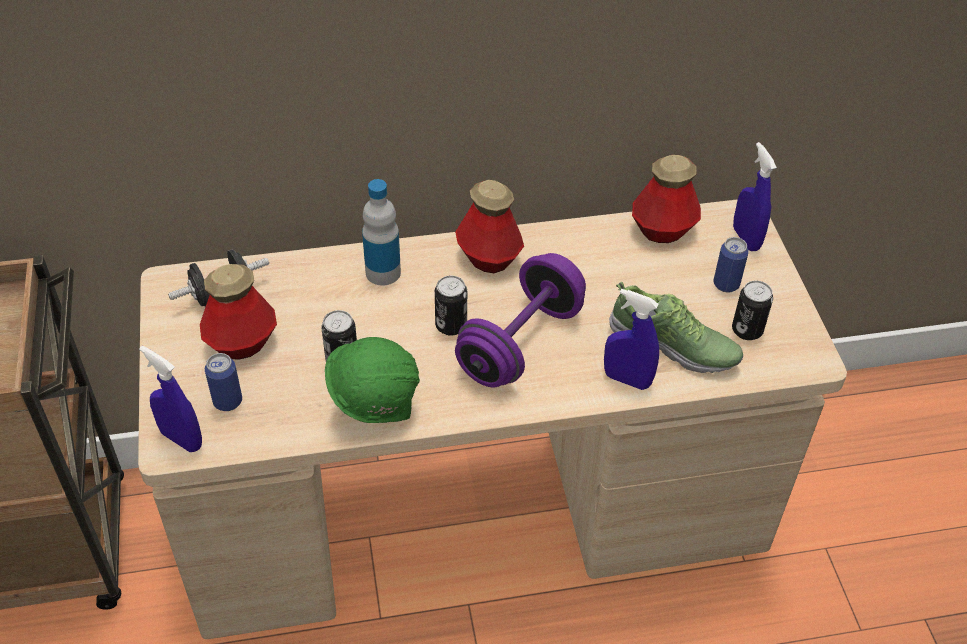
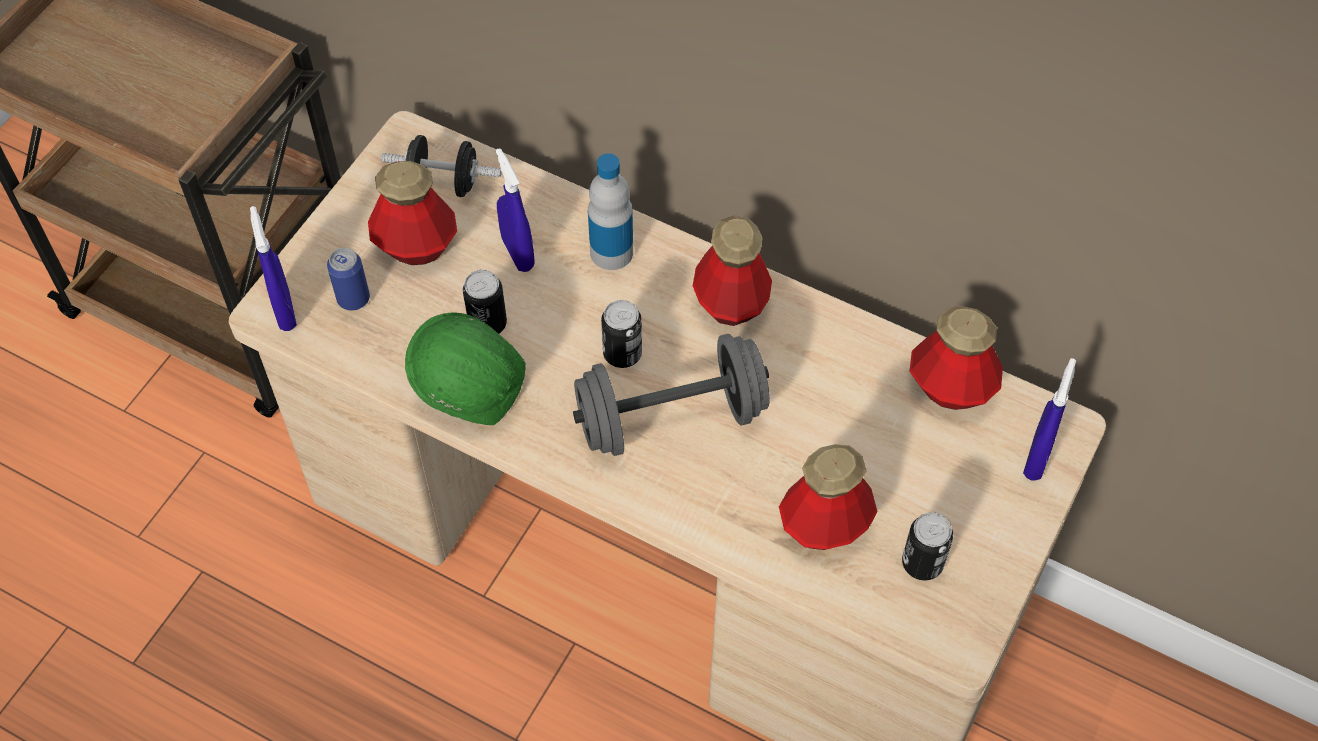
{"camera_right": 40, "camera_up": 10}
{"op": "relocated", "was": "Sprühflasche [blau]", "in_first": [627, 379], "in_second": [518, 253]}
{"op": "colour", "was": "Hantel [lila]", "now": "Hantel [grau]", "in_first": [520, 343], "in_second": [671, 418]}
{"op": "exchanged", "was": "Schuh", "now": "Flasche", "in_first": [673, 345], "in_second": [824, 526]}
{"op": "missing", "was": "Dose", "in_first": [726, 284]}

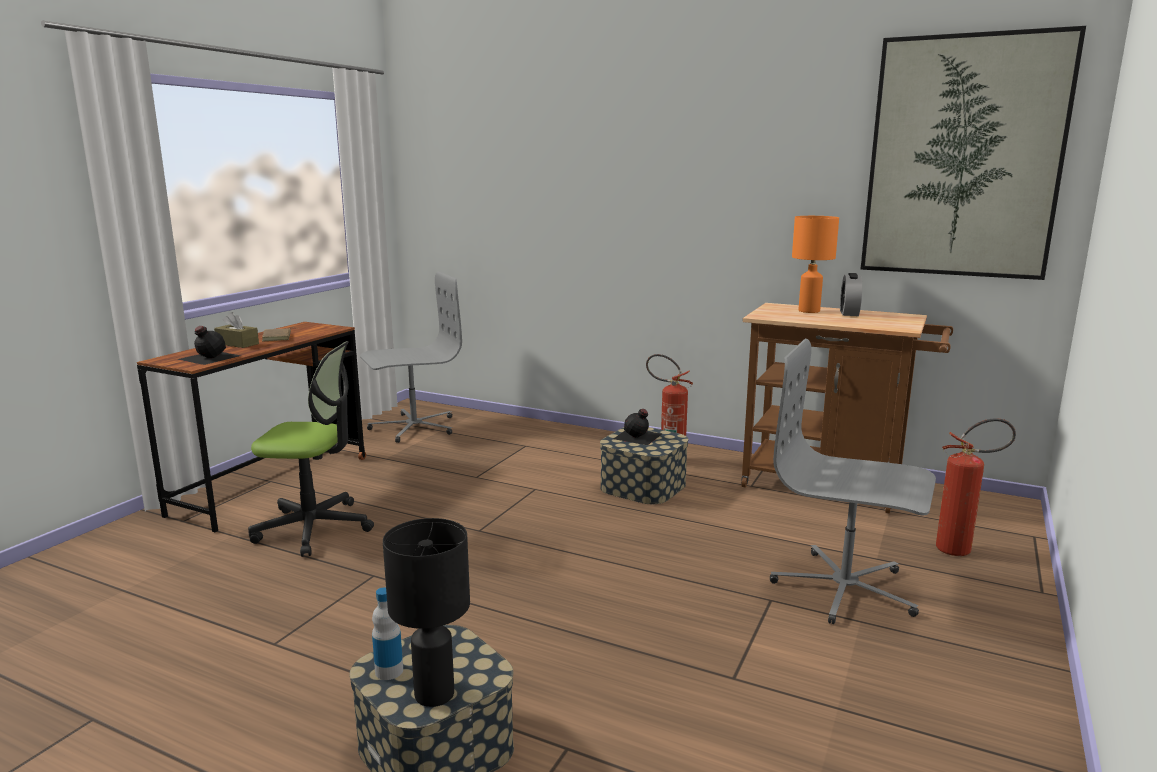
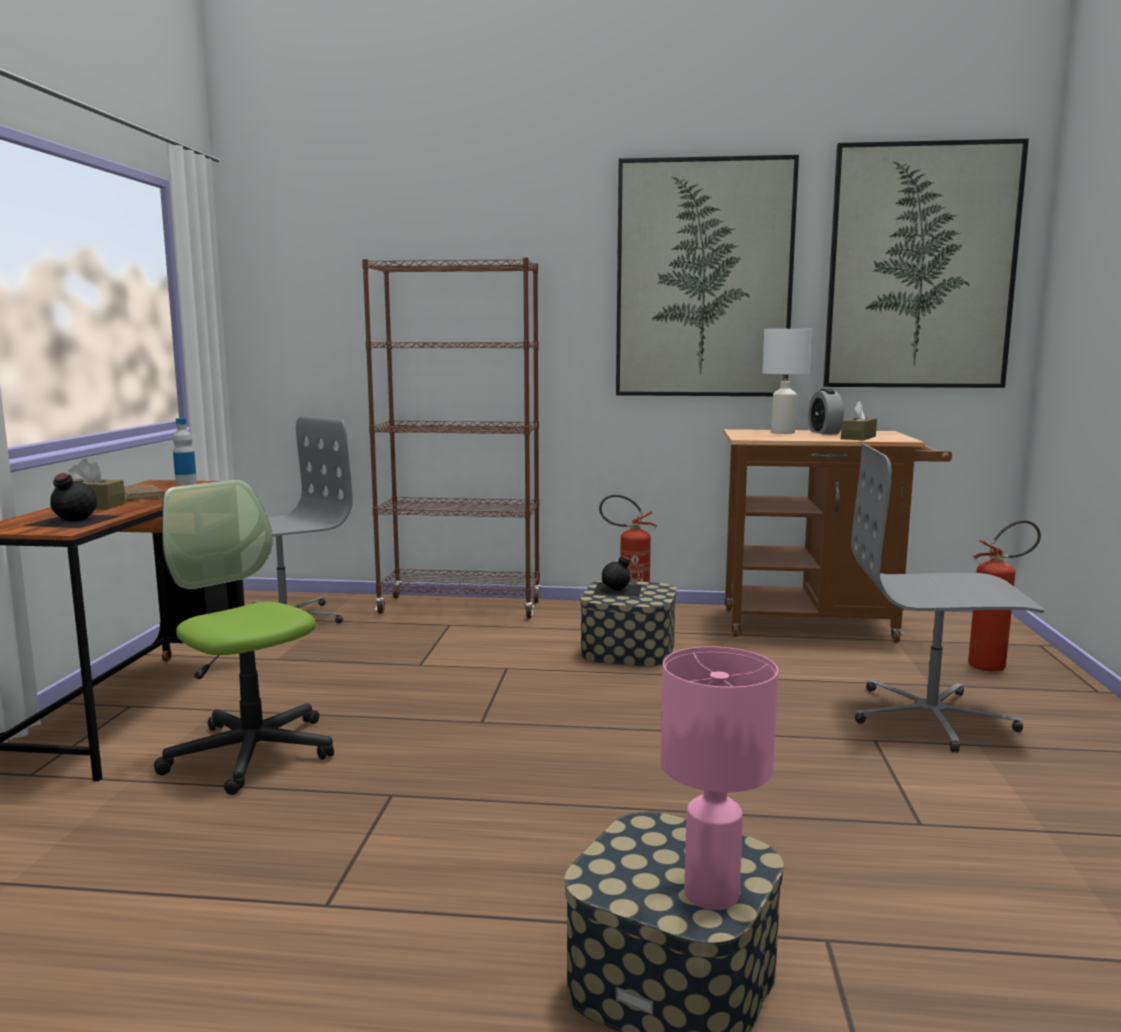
{"camera_right": -20, "camera_up": -5}
{"op": "spun", "was": "Bürostuhl", "in_first": [314, 528], "in_second": [251, 752], "clockwise": -120}
{"op": "relocated", "was": "Flasche", "in_first": [389, 671], "in_second": [186, 483]}
{"op": "appeared", "now": "Bücherregal [braun]", "in_second": [461, 607]}
{"op": "appeared", "now": "Bild", "in_second": [703, 279]}
{"op": "colour", "was": "Tischlampe [schwarz]", "now": "Tischlampe [rosa]", "in_first": [433, 694], "in_second": [711, 894]}
{"op": "colour", "was": "Tischlampe [orange]", "now": "Tischlampe [weiß]", "in_first": [808, 311], "in_second": [782, 432]}
{"op": "appeared", "now": "Taschentuchbox [braun]", "in_second": [858, 437]}

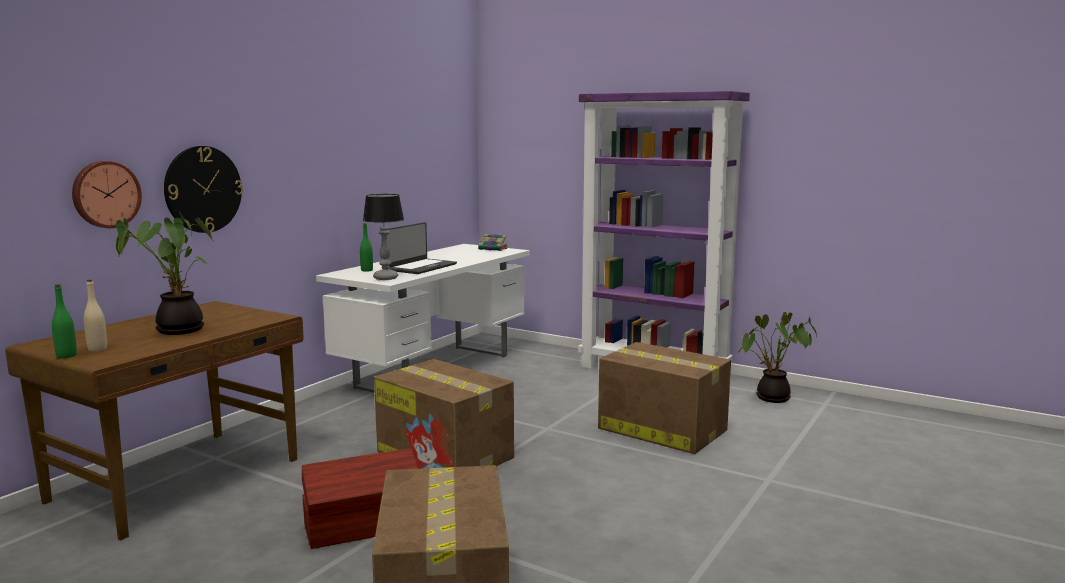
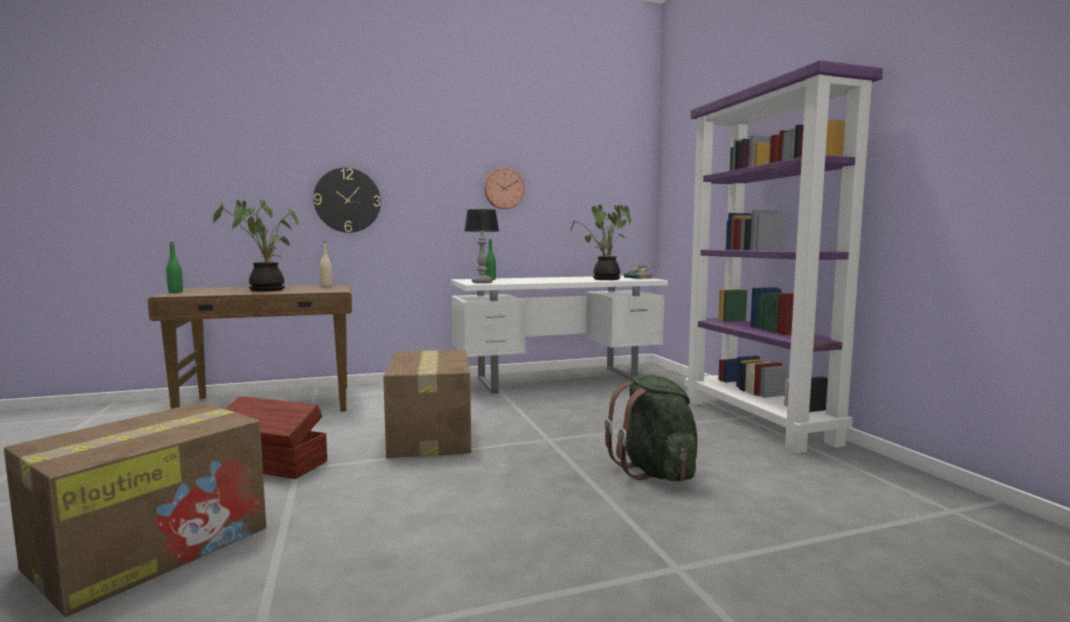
{"camera_right": 40, "camera_up": -5}
{"op": "relocated", "was": "Flasche [beige]", "in_first": [97, 349], "in_second": [326, 286]}
{"op": "relocated", "was": "Wanduhr", "in_first": [105, 194], "in_second": [503, 188]}
{"op": "relocated", "was": "Topfpflanze", "in_first": [771, 399], "in_second": [604, 279]}
{"op": "exchanged", "was": "Karton", "now": "Rucksack [grün]", "in_first": [660, 429], "in_second": [655, 471]}
{"op": "missing", "was": "Laptop", "in_first": [421, 267]}

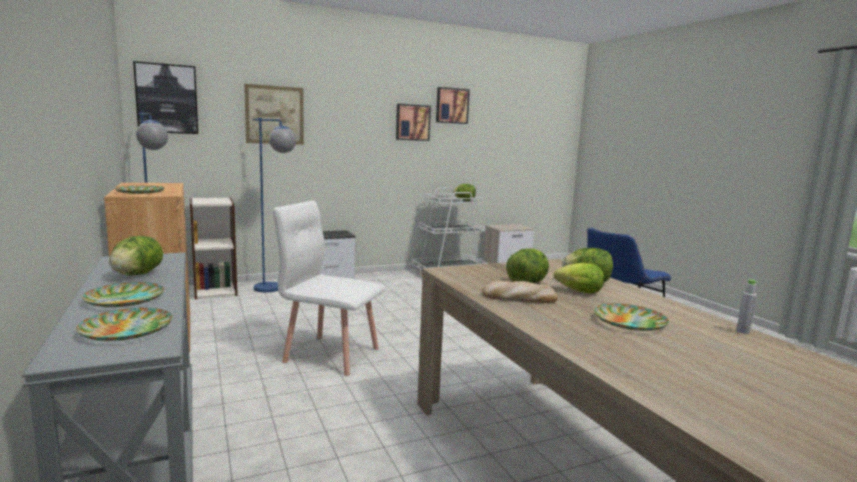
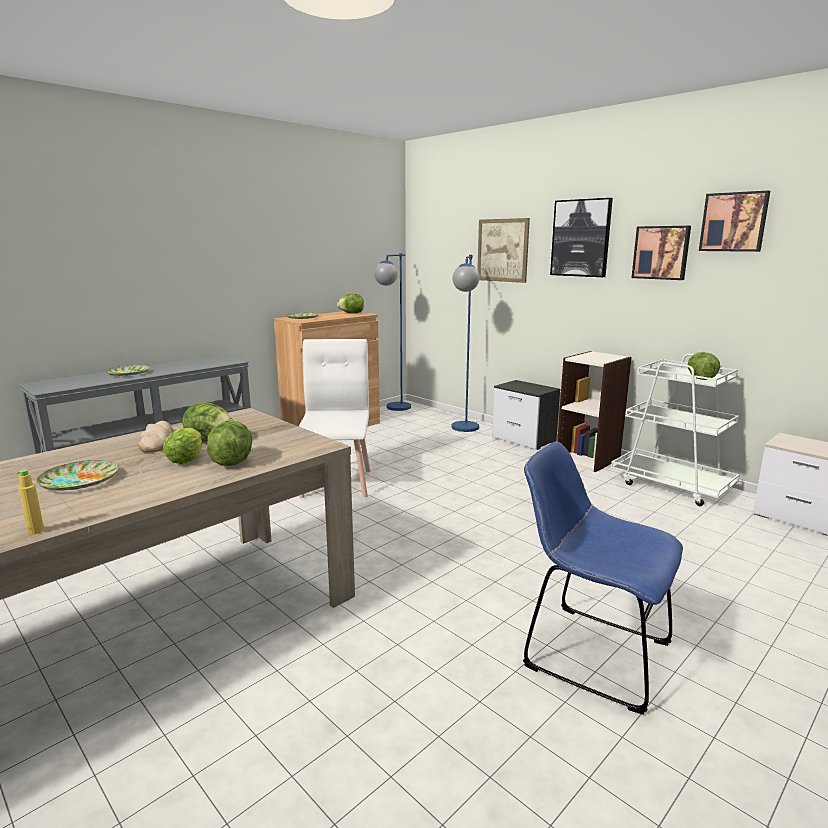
{"camera_right": 70, "camera_up": 5}
{"op": "colour", "was": "Flasche [grau]", "now": "Flasche [gelb]", "in_first": [743, 332], "in_second": [36, 531]}
{"op": "relocated", "was": "Salatkopf", "in_first": [137, 275], "in_second": [351, 313]}
{"op": "relocated", "was": "Bild", "in_first": [167, 99], "in_second": [581, 238]}
{"op": "relocated", "was": "Bücherregal", "in_first": [215, 290], "in_second": [588, 459]}
{"op": "missing", "was": "Teller", "in_first": [127, 330]}

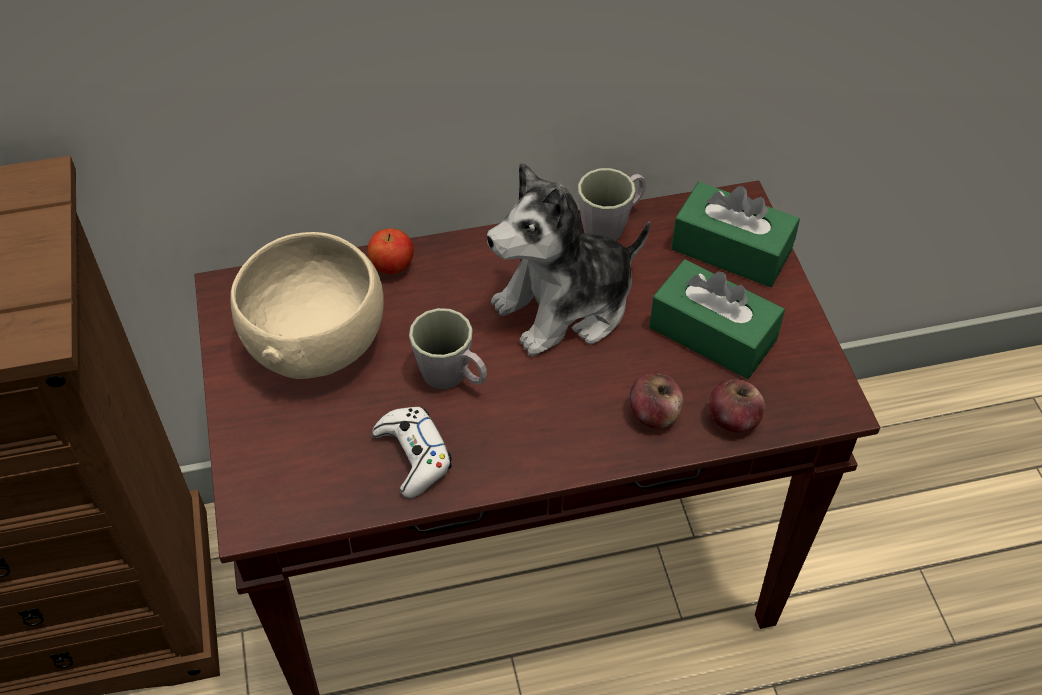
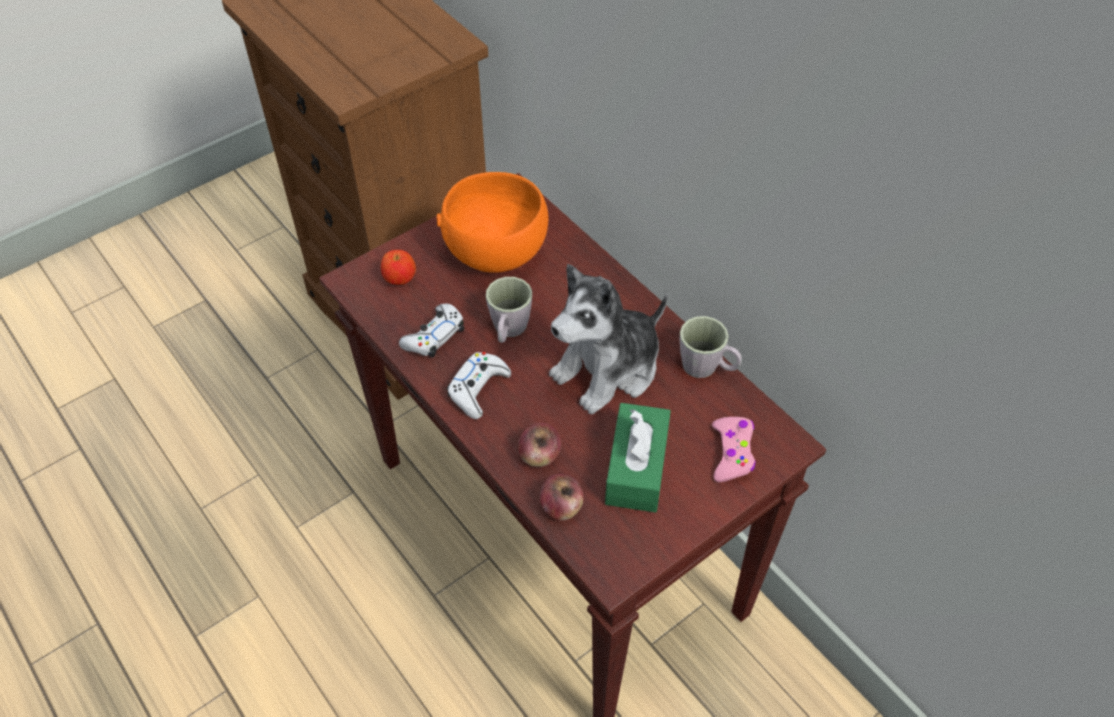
{"camera_right": 65, "camera_up": 0}
{"op": "relocated", "was": "Apfel", "in_first": [392, 267], "in_second": [400, 279]}
{"op": "colour", "was": "Schüssel [beige]", "now": "Schüssel [orange]", "in_first": [318, 343], "in_second": [497, 253]}
{"op": "appeared", "now": "Gamepad [weiß]", "in_second": [478, 389]}
{"op": "spun", "was": "Plüschtier", "in_first": [566, 306], "in_second": [608, 369], "clockwise": -75}
{"op": "exchanged", "was": "Taschentuchbox [grün]", "now": "Gamepad [rosa]", "in_first": [731, 250], "in_second": [732, 453]}

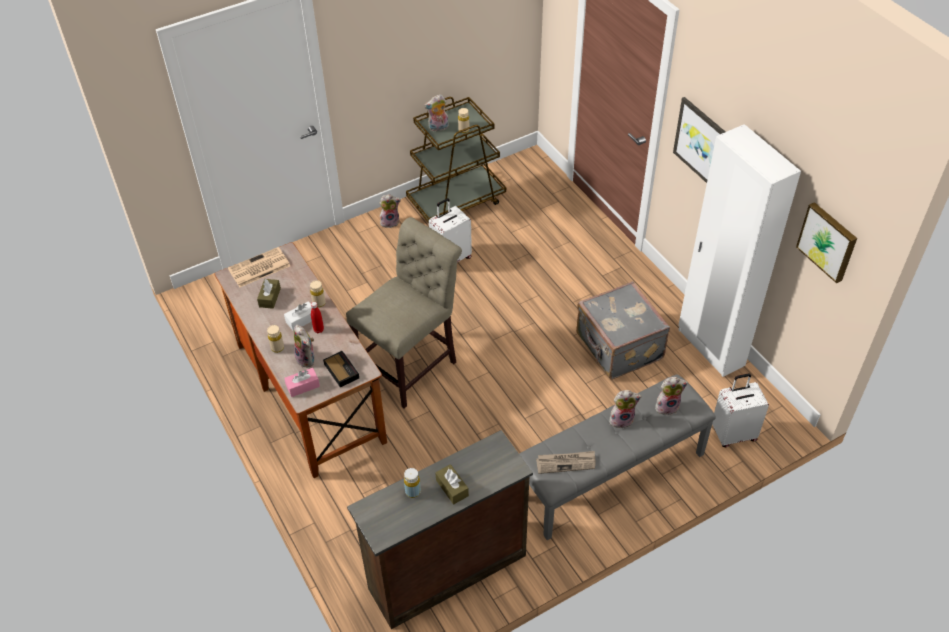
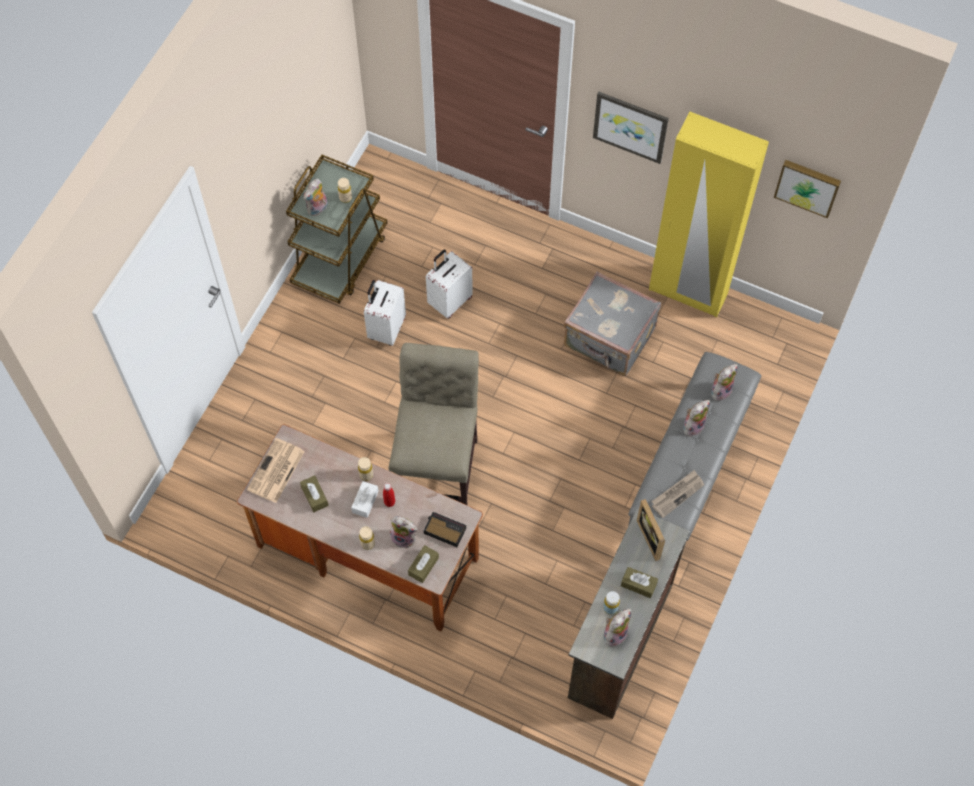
{"camera_right": -35, "camera_up": 15}
{"op": "colour", "was": "Taschentuchbox [rosa]", "now": "Taschentuchbox [braun]", "in_first": [303, 386], "in_second": [423, 566]}
{"op": "relocated", "was": "Koffer [weiß]", "in_first": [733, 433], "in_second": [449, 301]}
{"op": "relocated", "was": "Plüschtier", "in_first": [390, 222], "in_second": [614, 633]}
{"op": "appeared", "now": "Bilderrahmen", "in_second": [653, 537]}
{"op": "colour", "was": "Kleiderschrank [weiß]", "now": "Kleiderschrank [gelb]", "in_first": [710, 348], "in_second": [687, 293]}

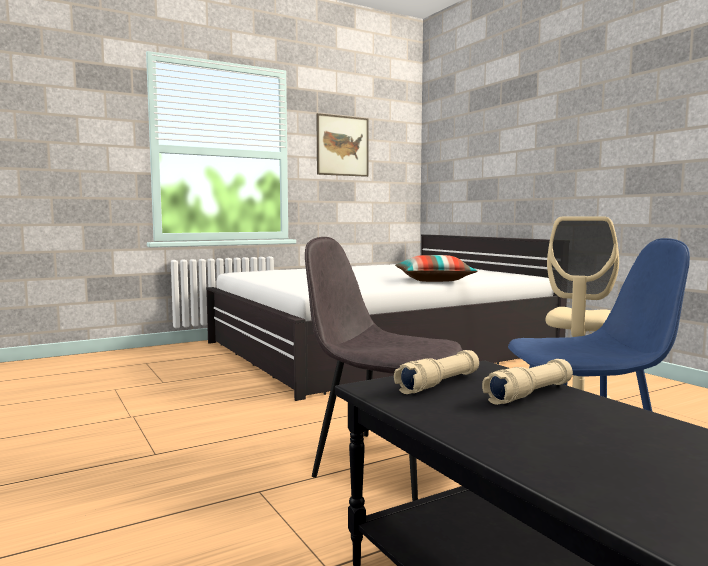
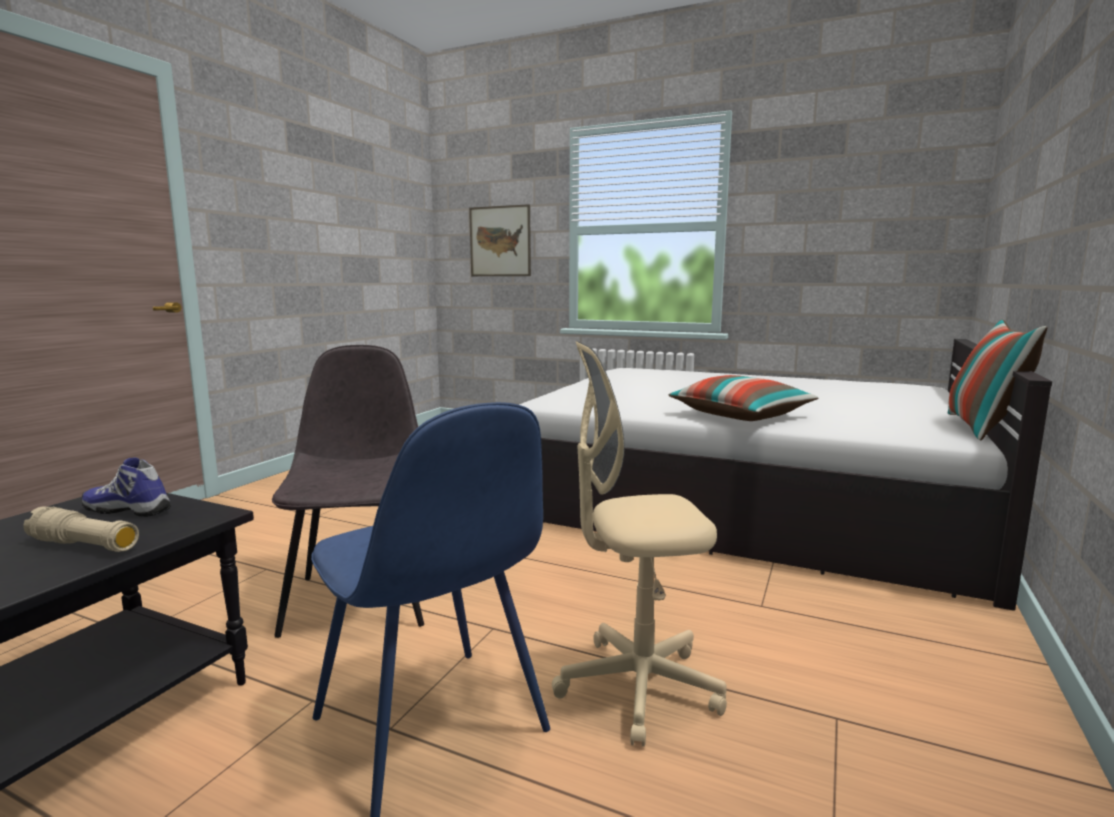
{"camera_right": 55, "camera_up": 5}
{"op": "exchanged", "was": "Taschenlampe [beige]", "now": "Schuh", "in_first": [439, 384], "in_second": [129, 510]}
{"op": "relocated", "was": "Bild", "in_first": [342, 146], "in_second": [500, 241]}
{"op": "appeared", "now": "Kissen", "in_second": [983, 428]}

